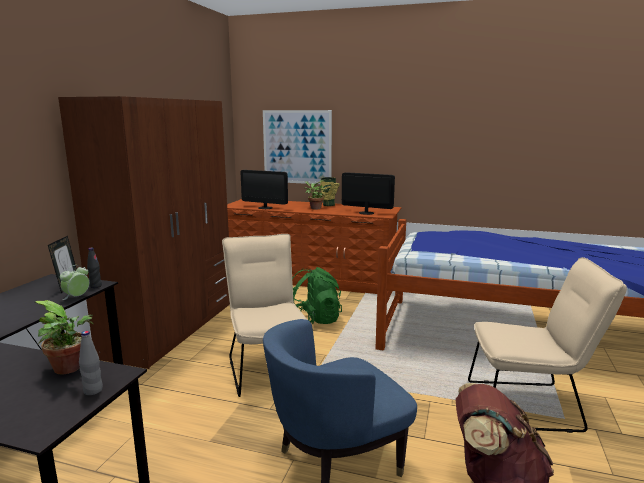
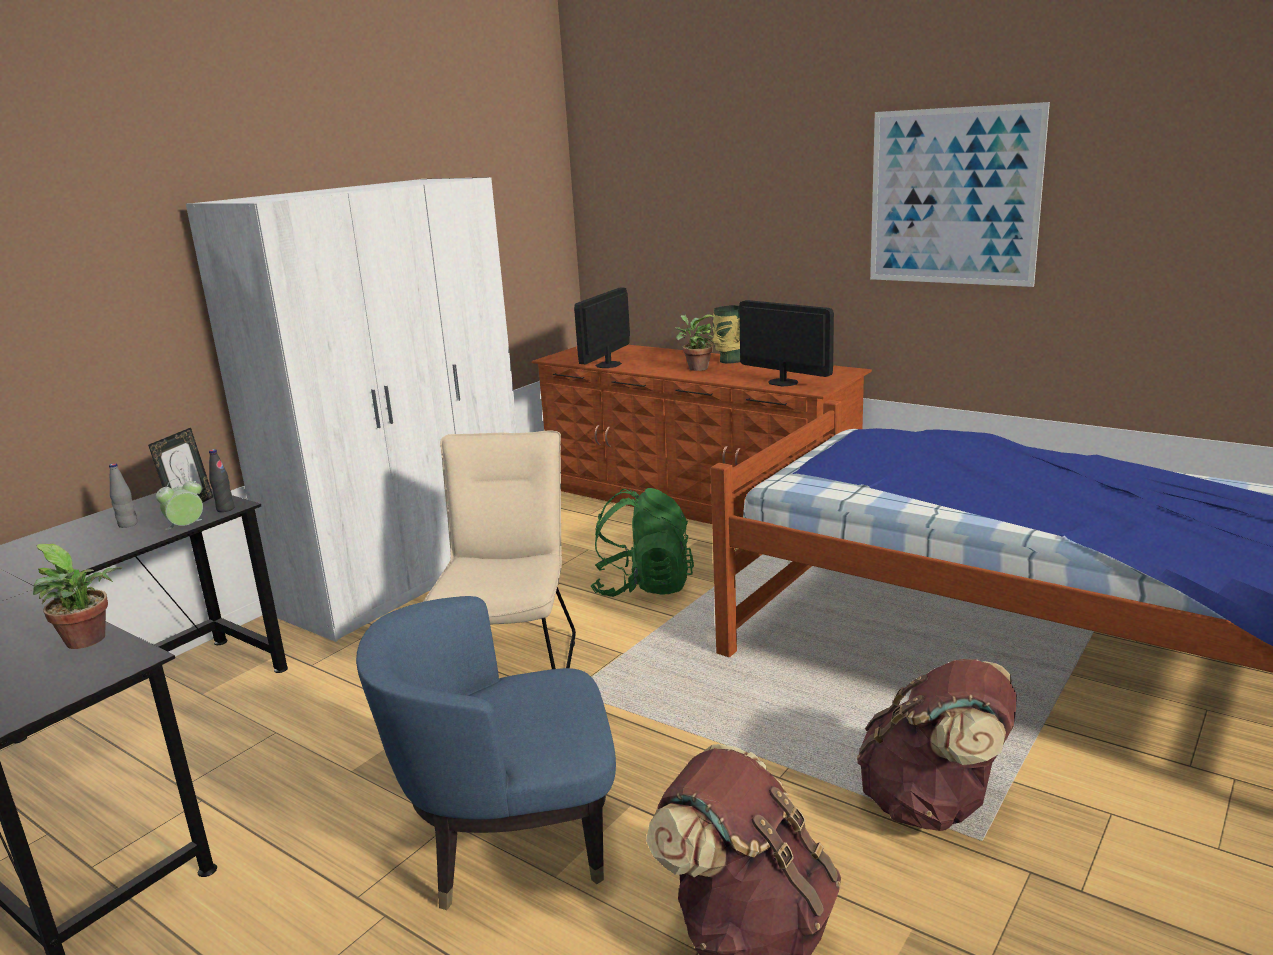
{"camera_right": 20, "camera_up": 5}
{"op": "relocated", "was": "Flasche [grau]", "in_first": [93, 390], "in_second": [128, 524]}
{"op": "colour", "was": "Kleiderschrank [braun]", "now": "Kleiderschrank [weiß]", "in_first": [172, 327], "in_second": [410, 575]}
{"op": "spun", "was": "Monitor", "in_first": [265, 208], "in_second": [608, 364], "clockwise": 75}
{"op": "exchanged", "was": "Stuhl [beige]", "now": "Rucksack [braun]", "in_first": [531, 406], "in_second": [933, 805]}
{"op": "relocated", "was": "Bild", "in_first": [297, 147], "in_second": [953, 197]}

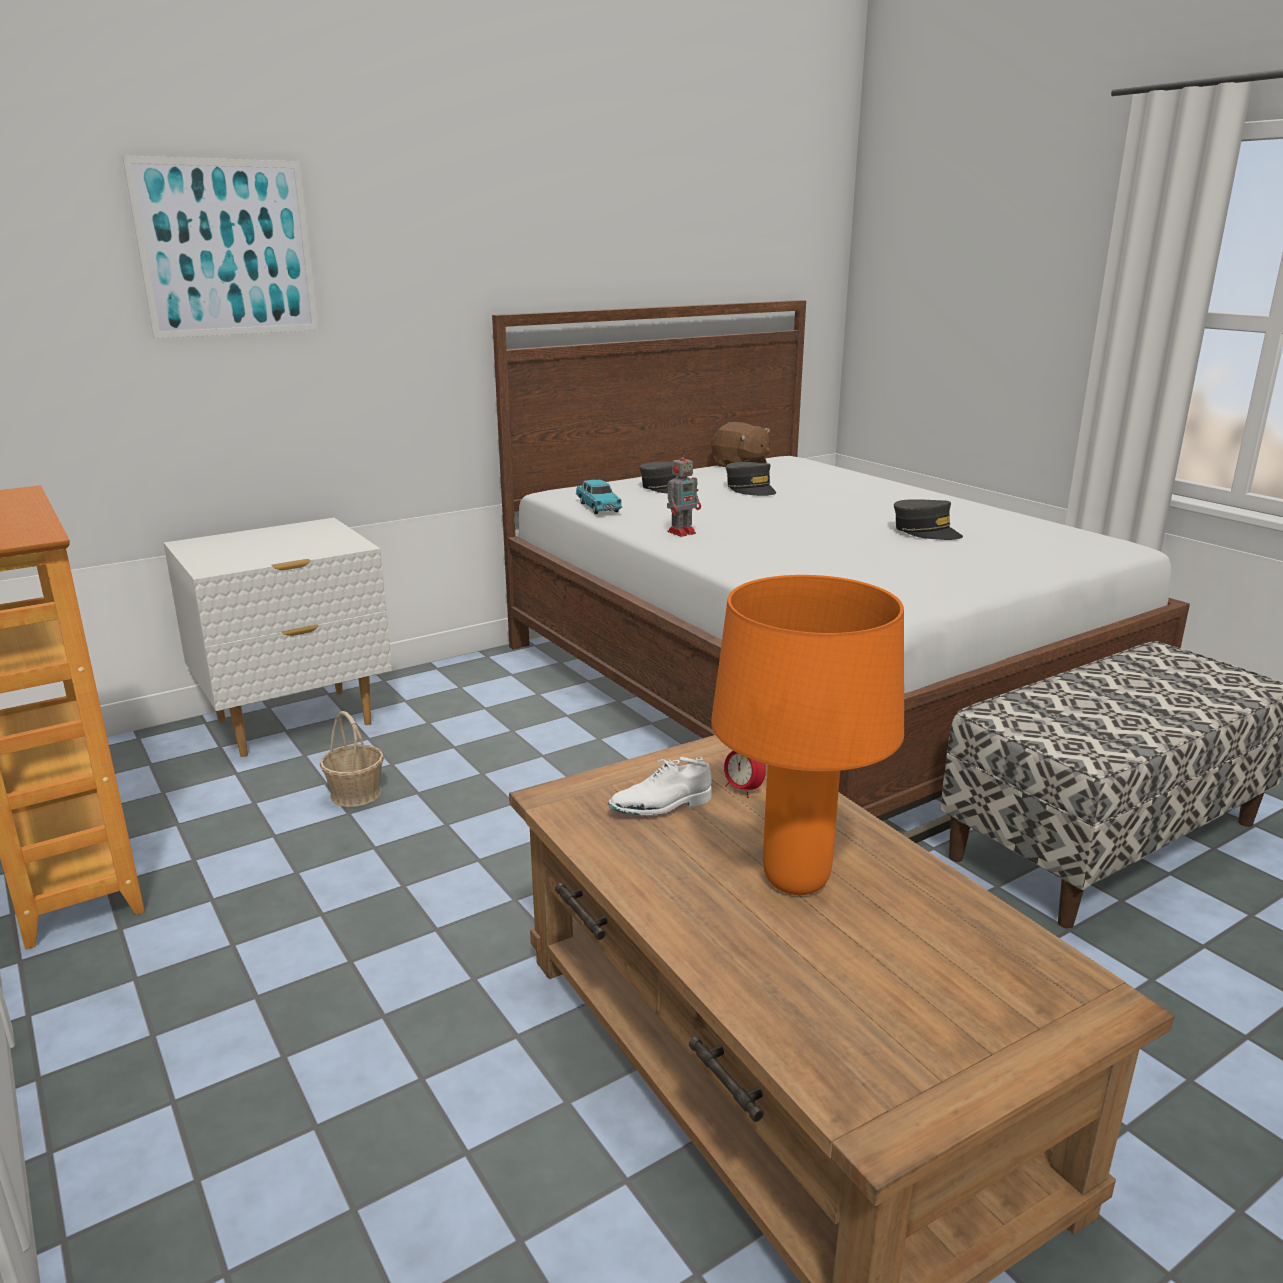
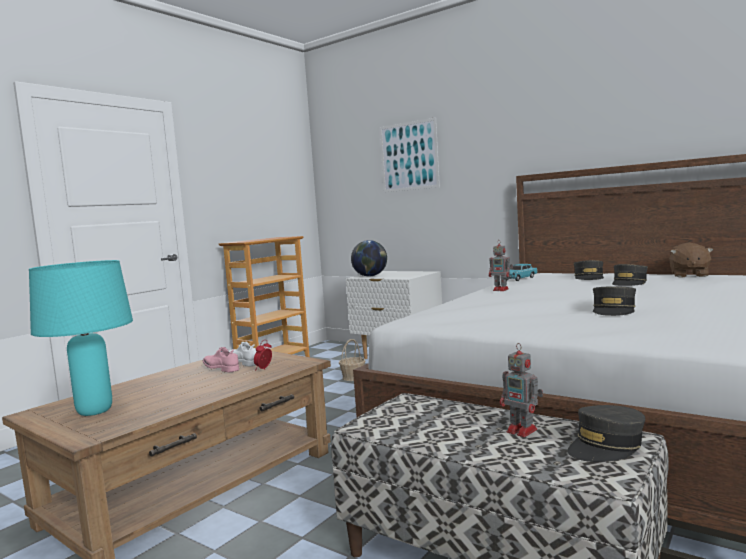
{"camera_right": 70, "camera_up": -15}
{"op": "appeared", "now": "Tischlampe [türkis]", "in_second": [95, 411]}
{"op": "appeared", "now": "Schuh [rosa]", "in_second": [220, 368]}
{"op": "appeared", "now": "Globus", "in_second": [370, 276]}
{"op": "appeared", "now": "Spielzeugroboter", "in_second": [523, 431]}
{"op": "appeared", "now": "Kappe [grau]", "in_second": [606, 446]}
{"op": "missing", "was": "Tischlampe [orange]", "in_first": [796, 879]}

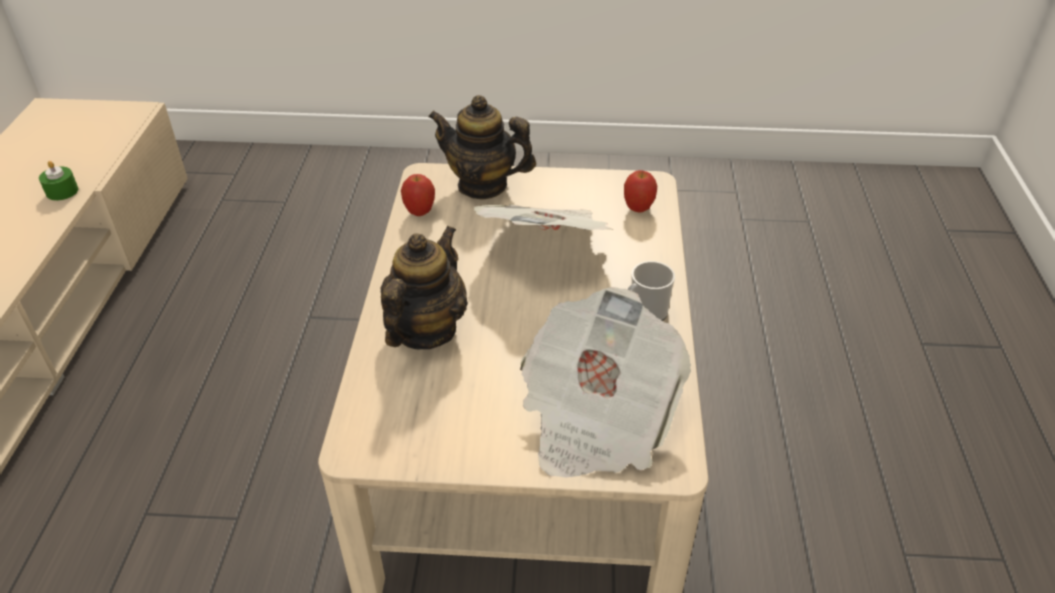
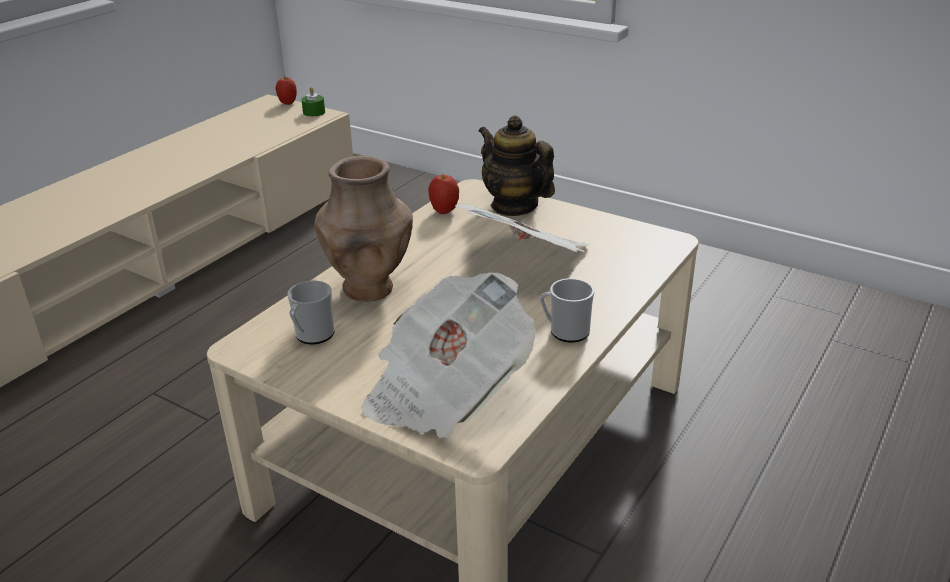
{"camera_right": 30, "camera_up": -10}
{"op": "relocated", "was": "Apfel", "in_first": [638, 209], "in_second": [288, 103]}
{"op": "appeared", "now": "Henkelbecher", "in_second": [312, 336]}
{"op": "relocated", "was": "Kerze [grün]", "in_first": [62, 191], "in_second": [314, 112]}
{"op": "exchanged", "was": "Teekanne", "now": "Vase [braun]", "in_first": [425, 330], "in_second": [369, 289]}

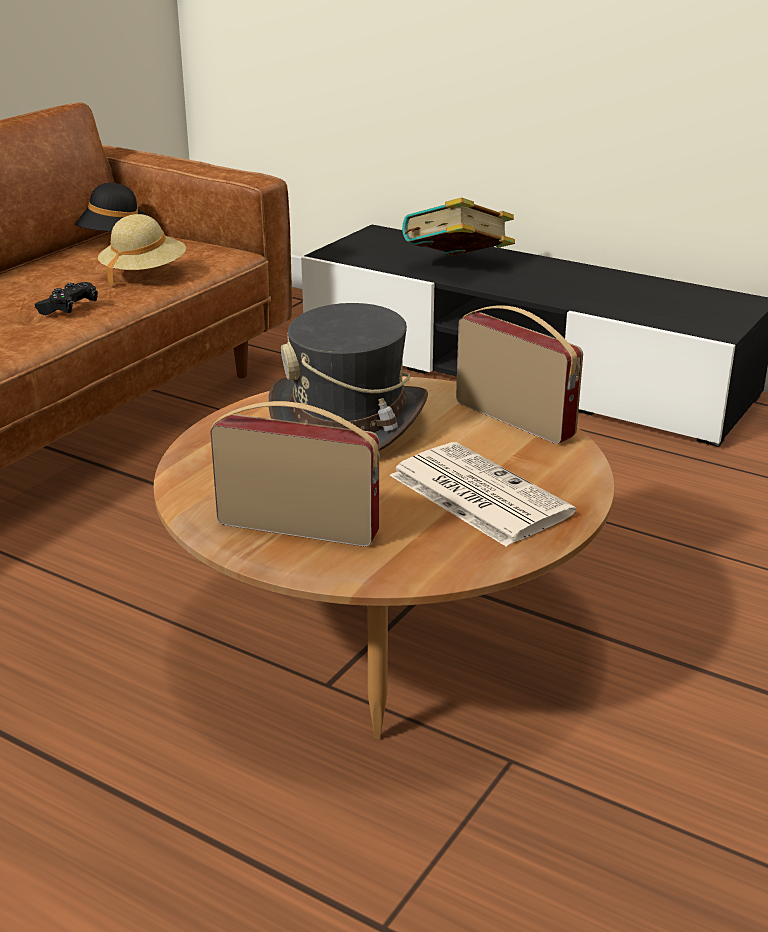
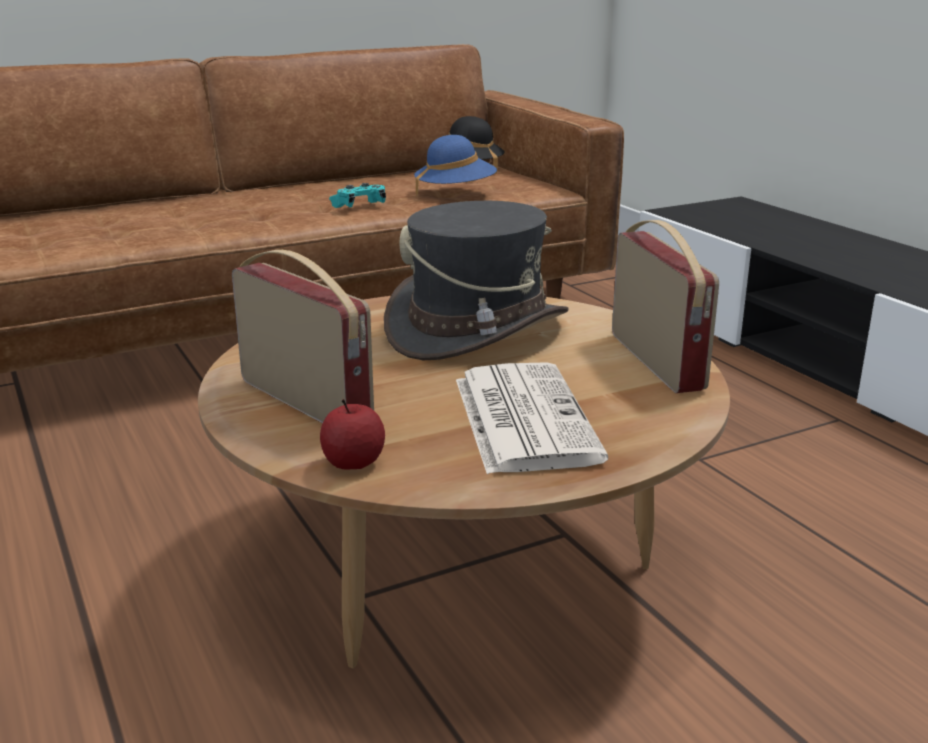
{"camera_right": 30, "camera_up": -5}
{"op": "appeared", "now": "Apfel", "in_second": [353, 462]}
{"op": "colour", "was": "Gamepad [schwarz]", "now": "Gamepad [türkis]", "in_first": [68, 309], "in_second": [359, 206]}
{"op": "colour", "was": "Hut [beige]", "now": "Hut [blau]", "in_first": [144, 274], "in_second": [455, 193]}
{"op": "missing", "was": "Buch", "in_first": [457, 267]}

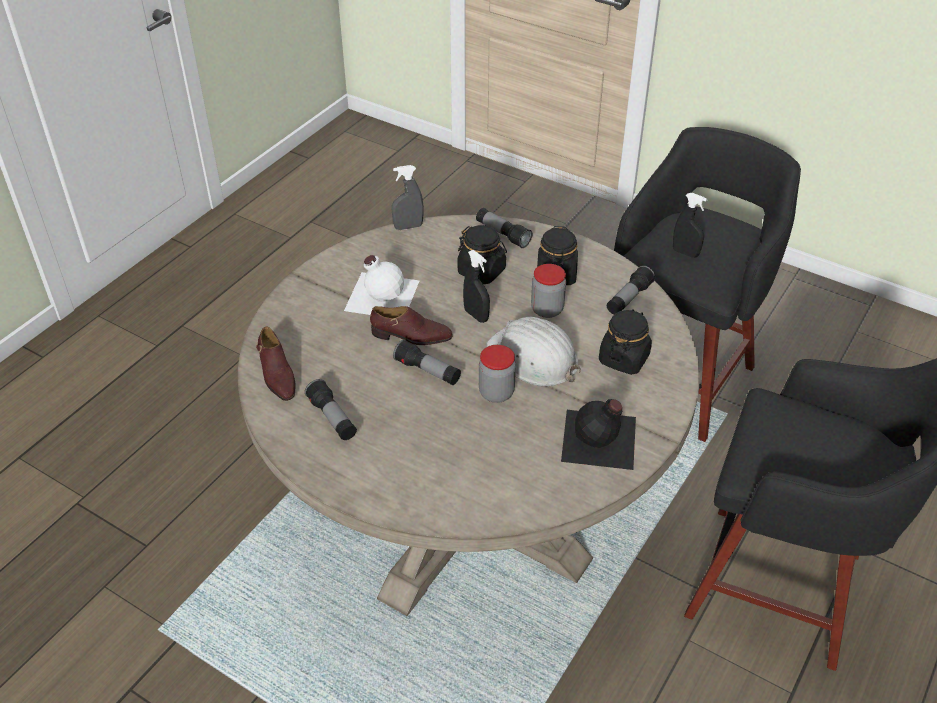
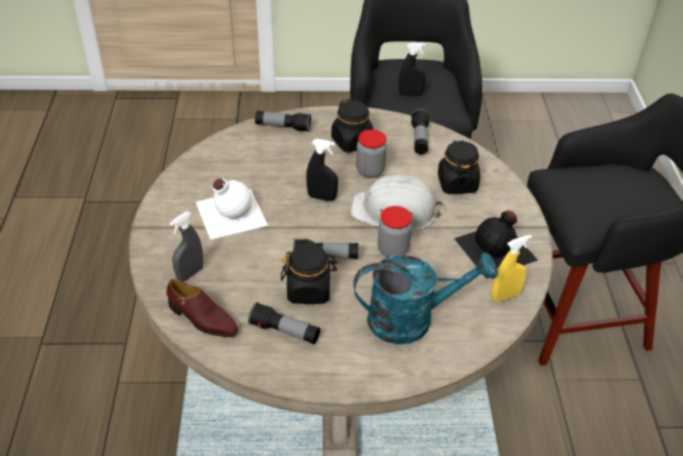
{"camera_right": -35, "camera_up": 0}
{"op": "relocated", "was": "Sprühflasche [grau]", "in_first": [408, 227], "in_second": [190, 274]}
{"op": "relocated", "was": "Vorratsglas [schwarz]", "in_first": [482, 271], "in_second": [309, 290]}
{"op": "appeared", "now": "Gießkanne [türkis]", "in_second": [412, 319]}
{"op": "appeared", "now": "Sprühflasche [gelb]", "in_second": [505, 296]}
{"op": "missing", "was": "Schuh [braun]", "in_first": [411, 336]}

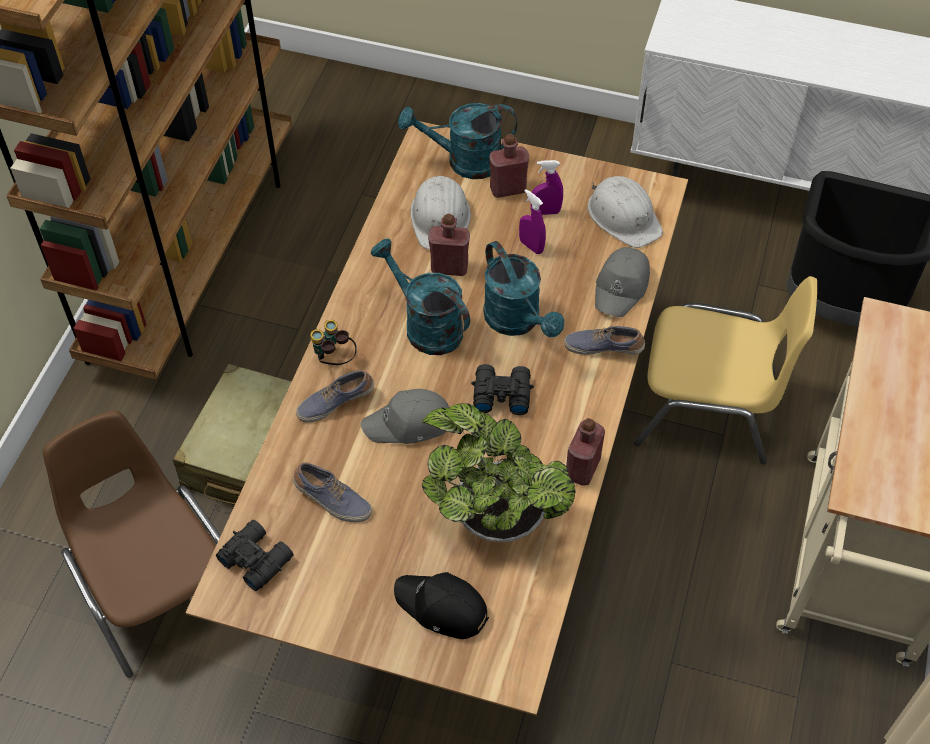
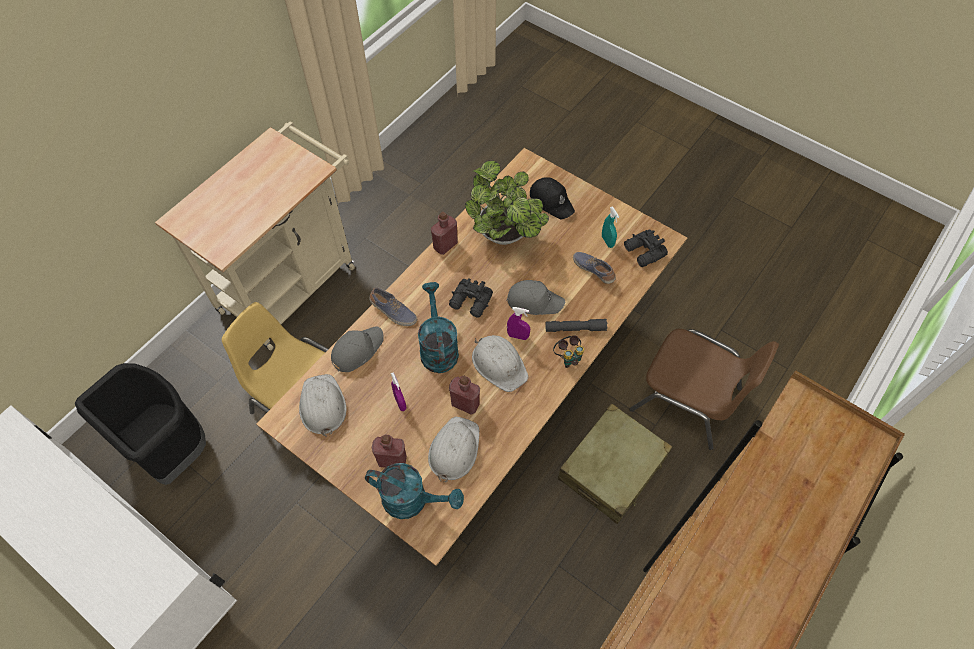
{"camera_right": -160, "camera_up": 5}
{"op": "exchanged", "was": "Gießkanne [türkis]", "now": "Schutzhelm [weiß]", "in_first": [425, 325], "in_second": [499, 364]}
{"op": "relocated", "was": "Sprühflasche [lila]", "in_first": [545, 212], "in_second": [518, 336]}
{"op": "exchanged", "was": "Schuh", "now": "Taschenlampe [grau]", "in_first": [335, 402], "in_second": [575, 328]}
{"op": "appeared", "now": "Sprühflasche [türkis]", "in_second": [607, 241]}
{"op": "spun", "was": "Stuhl [braun]", "in_first": [157, 585], "in_second": [687, 399], "clockwise": -45}

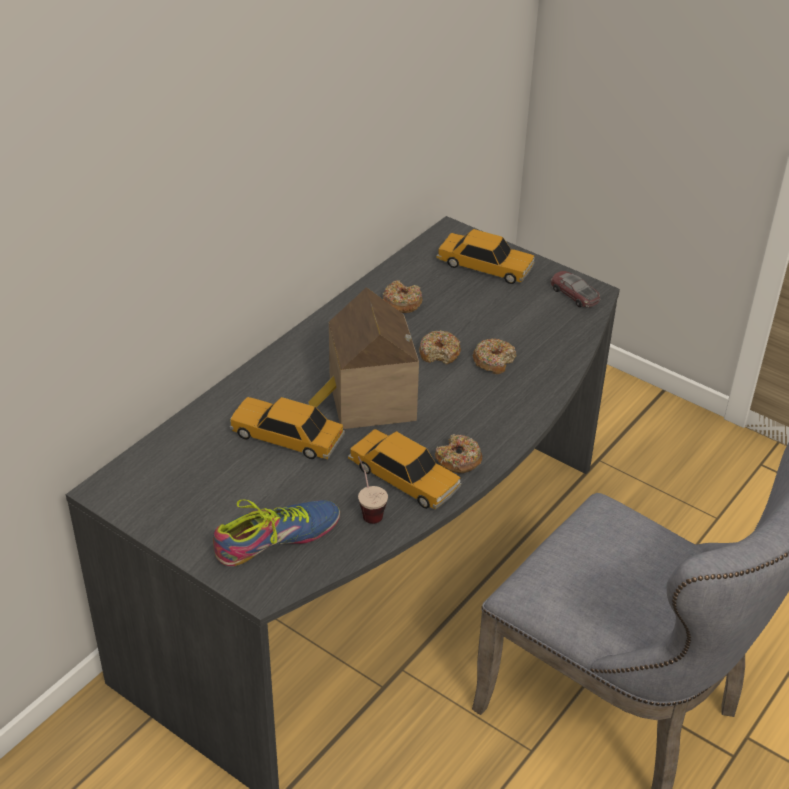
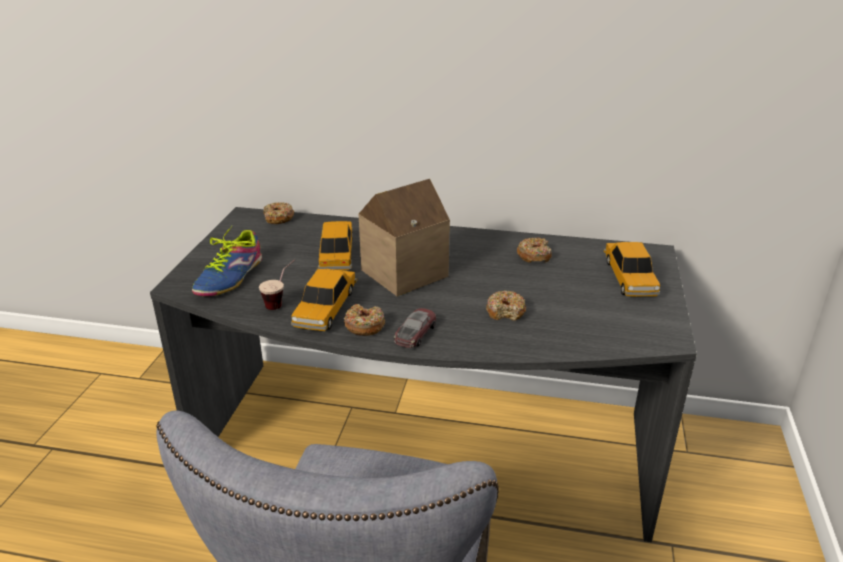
{"camera_right": 65, "camera_up": -10}
{"op": "spun", "was": "Schuh", "in_first": [276, 538], "in_second": [230, 277], "clockwise": 75}
{"op": "relocated", "was": "Donut", "in_first": [439, 353], "in_second": [278, 218]}
{"op": "relocated", "was": "Spielzeugauto", "in_first": [574, 294], "in_second": [415, 333]}

